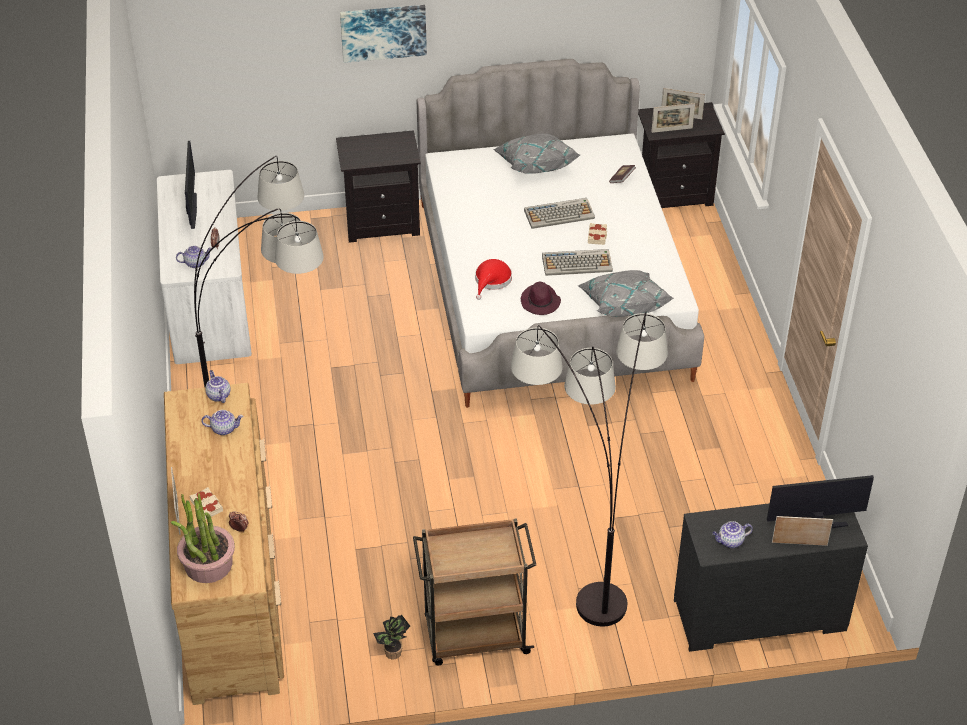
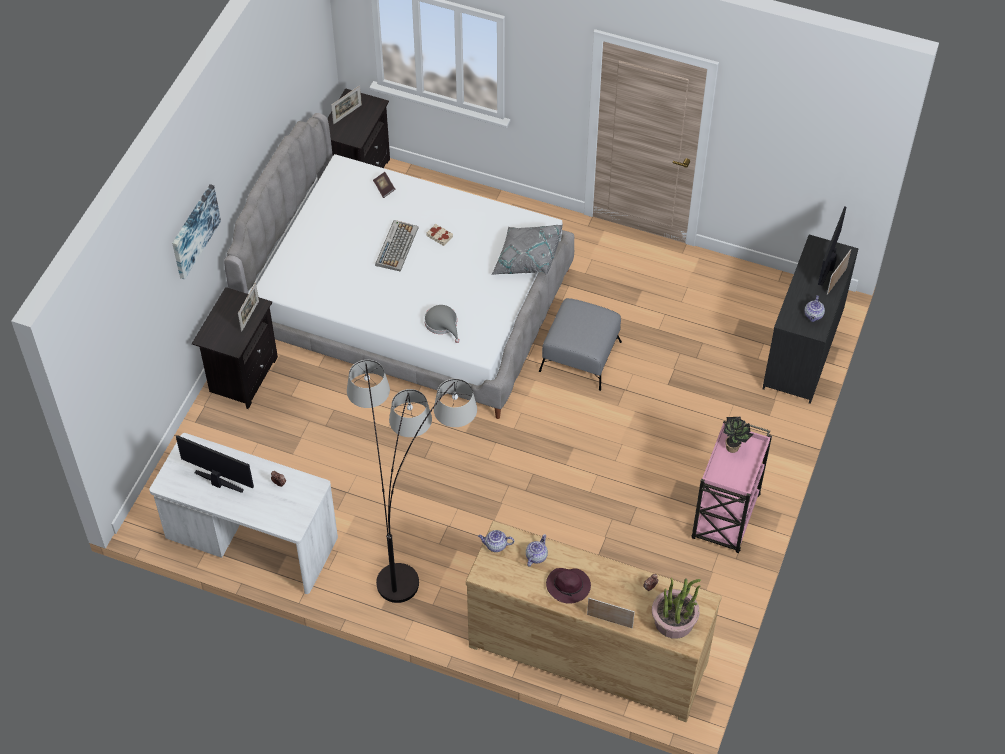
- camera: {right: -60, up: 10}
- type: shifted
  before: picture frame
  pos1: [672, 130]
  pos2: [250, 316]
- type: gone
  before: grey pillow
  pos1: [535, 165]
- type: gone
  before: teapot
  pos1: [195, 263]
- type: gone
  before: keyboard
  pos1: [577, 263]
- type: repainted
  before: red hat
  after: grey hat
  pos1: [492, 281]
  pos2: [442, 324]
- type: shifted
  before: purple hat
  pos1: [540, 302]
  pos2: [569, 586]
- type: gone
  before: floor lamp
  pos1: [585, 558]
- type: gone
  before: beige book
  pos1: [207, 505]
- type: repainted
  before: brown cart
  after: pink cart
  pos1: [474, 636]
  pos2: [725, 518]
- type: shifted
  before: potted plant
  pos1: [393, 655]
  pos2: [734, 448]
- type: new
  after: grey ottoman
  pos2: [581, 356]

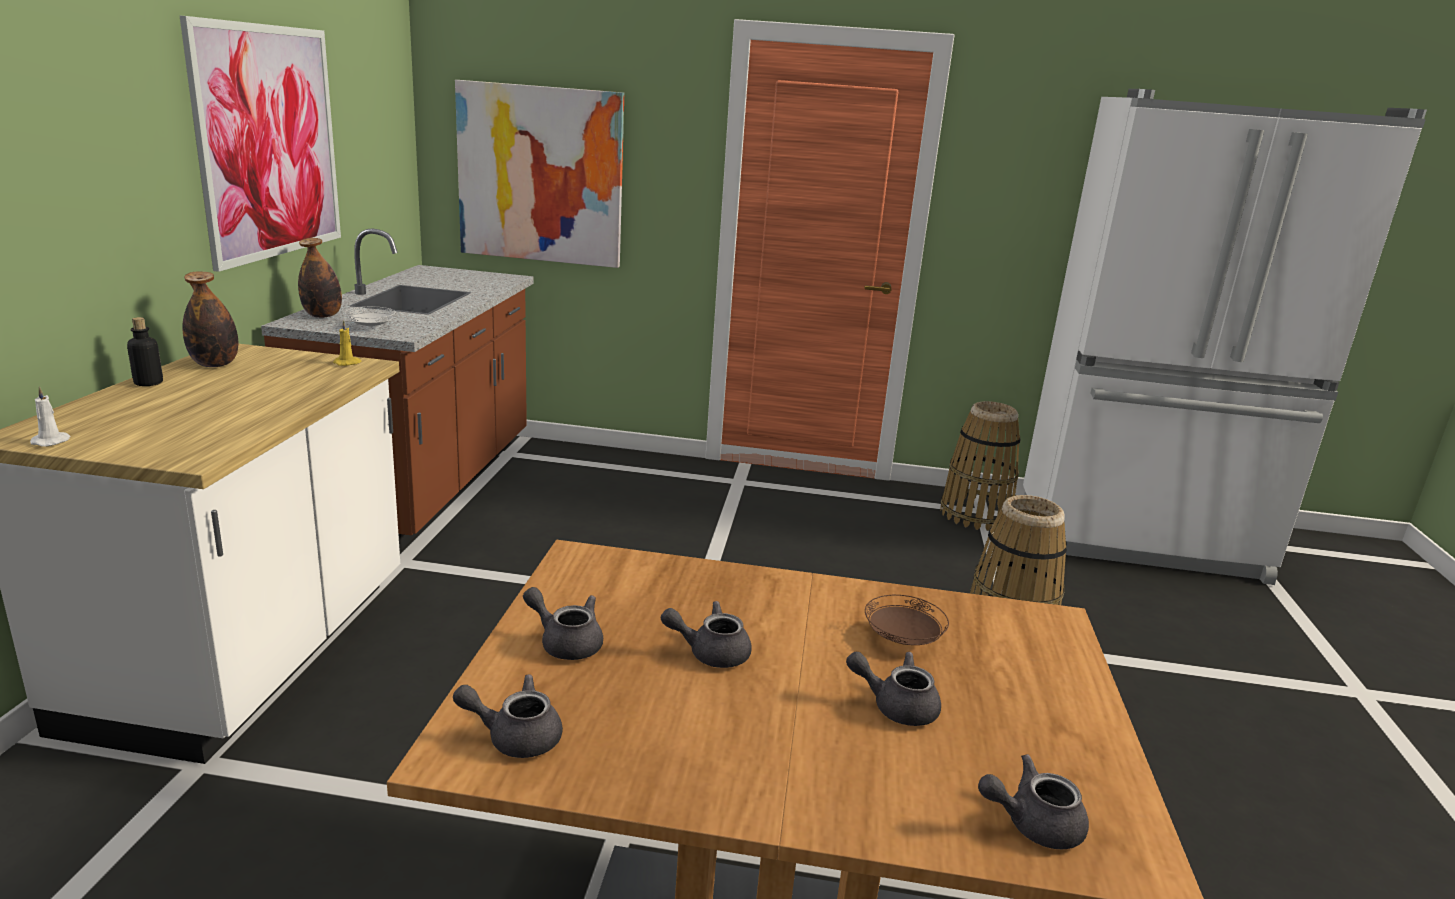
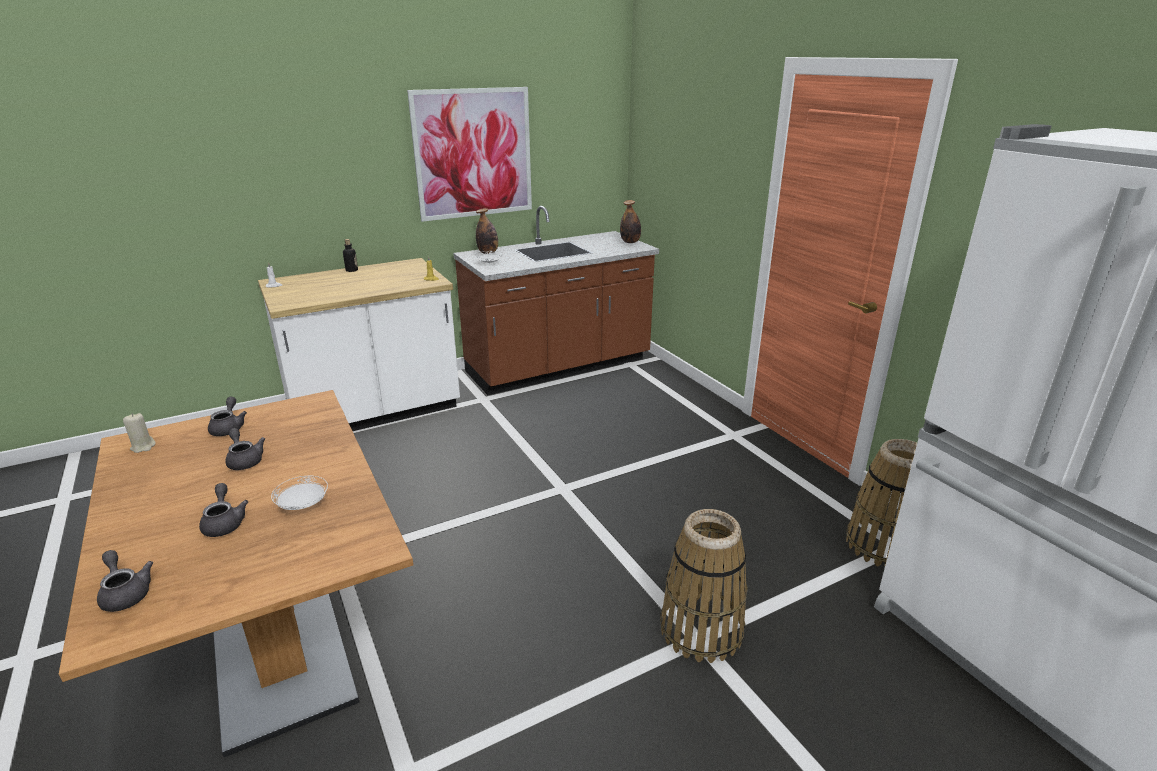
- camera: {right: 55, up: 5}
- type: gone
  before: picture
  pos1: [540, 175]
- type: shifted
  before: bottle
  pos1: [215, 364]
  pos2: [630, 242]
- type: repainted
  before: brown plate
  after: white plate
  pos1: [902, 639]
  pos2: [303, 505]
- type: swapped
  before: grey teapot
  after: beige candle
  pos1: [515, 736]
  pos2: [143, 447]

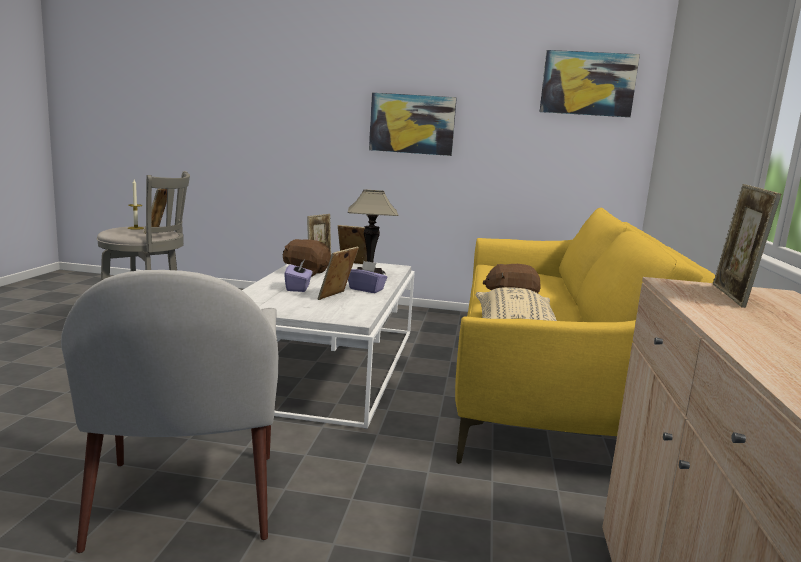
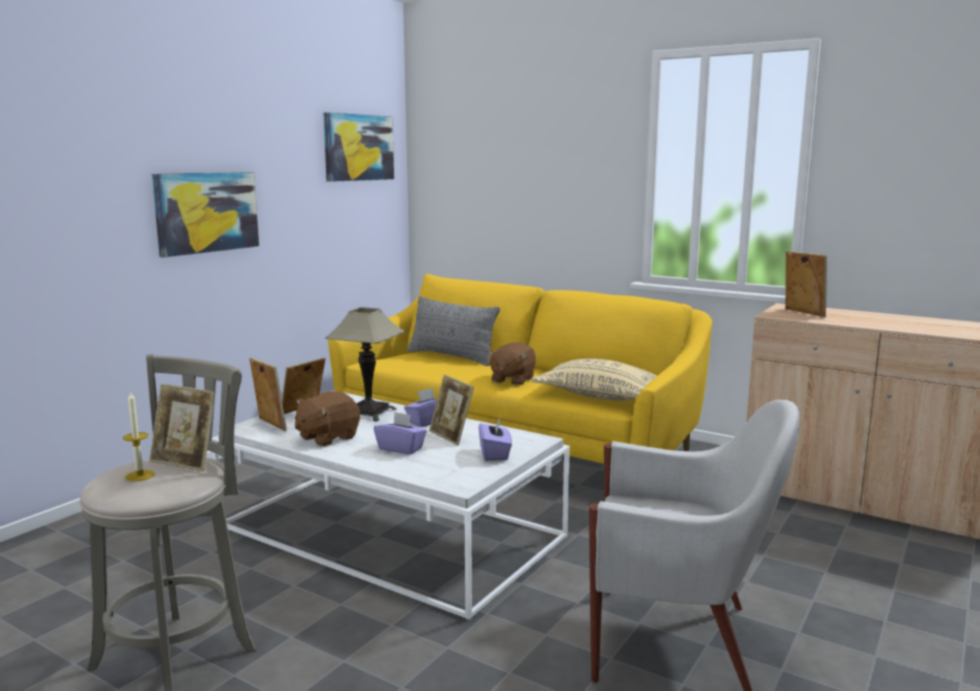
- camera: {right: -65, up: 0}
- type: rotated
  before: picture frame
  pos1: [732, 296]
  pos2: [802, 313]
  turn: -150
- type: new
  after: grey pillow
  pos2: [451, 357]
- type: new
  after: purple tissue box
  pos2: [495, 454]

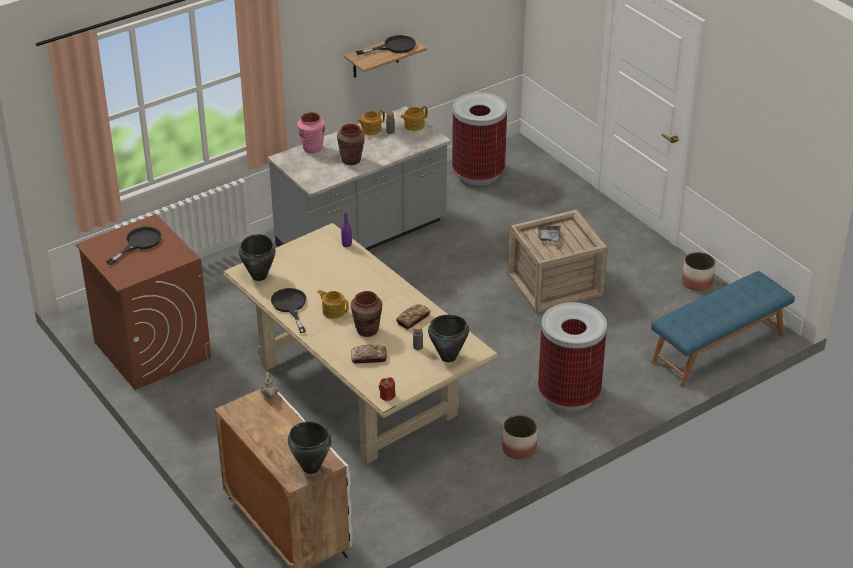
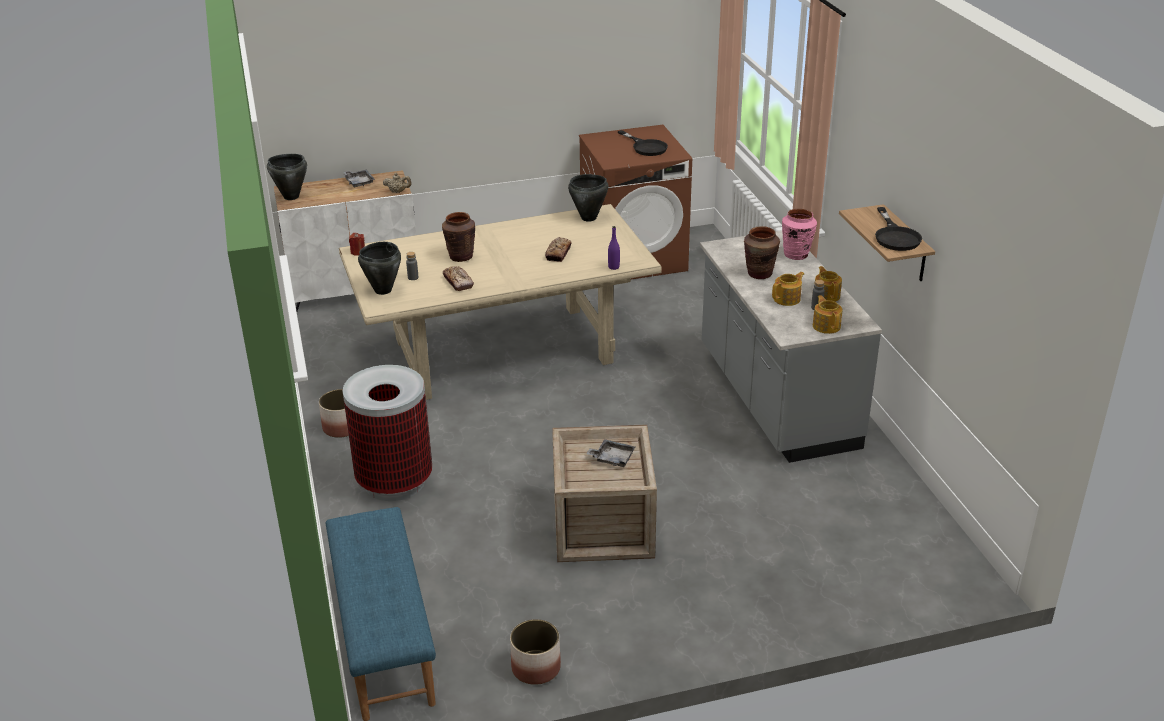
- camera: {right: 110, up: -5}
- type: gone
  before: trash can
  pos1: [478, 173]
- type: gone
  before: black frying pan
  pos1: [290, 306]
- type: shifted
  before: teapot
  pos1: [333, 311]
  pos2: [787, 299]
- type: shifted
  before: bread
  pos1: [368, 357]
  pos2: [558, 253]
- type: new
  after: grey tray
  pos2: [359, 182]

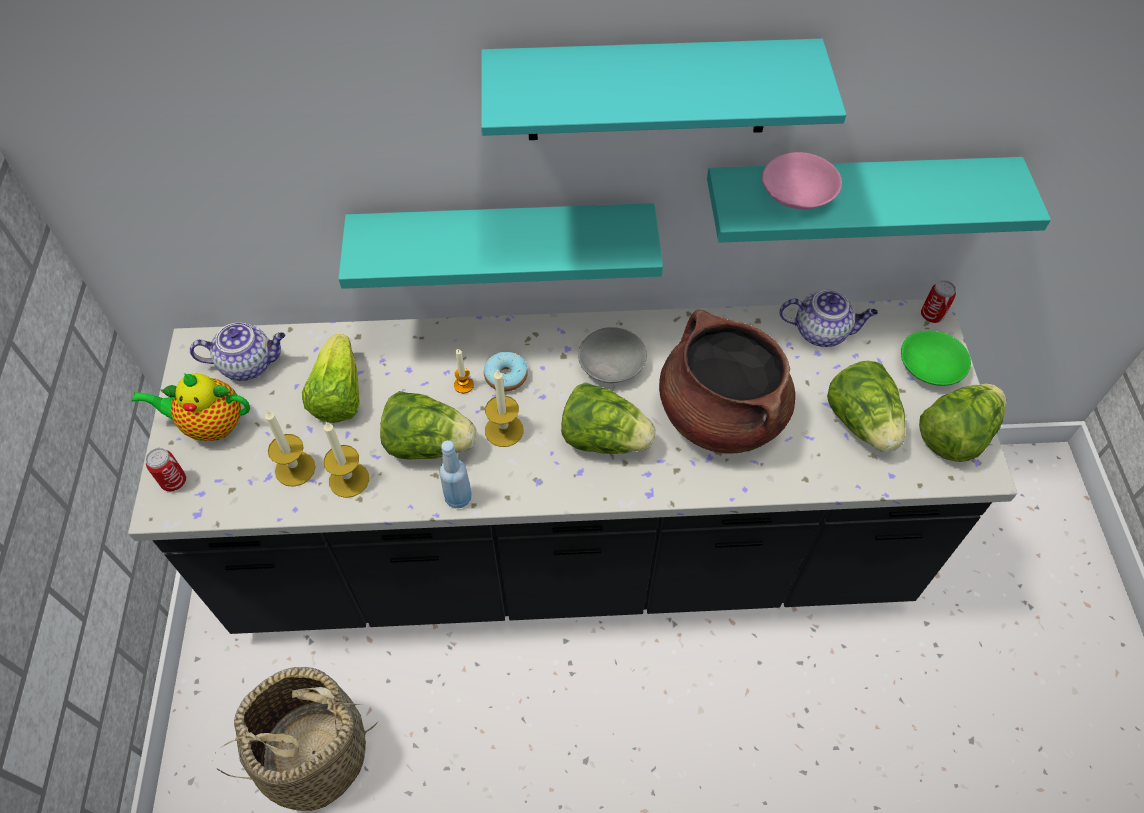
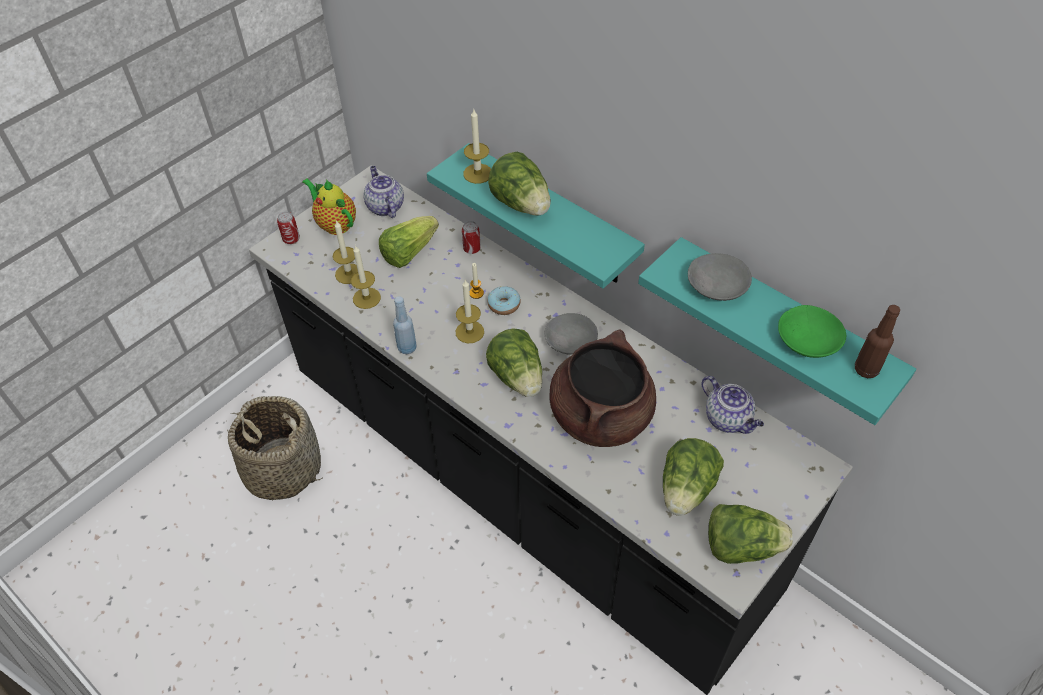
- camera: {right: 45, up: -5}
- type: gone
  before: turquoise shelf
  pos1: [649, 90]
- type: repainted
  before: pink bowl
  after: grey bowl
  pos1: [796, 193]
  pos2: [716, 286]
- type: shifted
  before: can
  pos1: [931, 315]
  pos2: [472, 249]
- type: rotated
  before: teapot
  pos1: [249, 364]
  pos2: [384, 207]
  turn: -150
- type: shifted
  before: green bowl
  pos1: [929, 366]
  pos2: [808, 340]
- type: shifted
  before: lettuce
  pos1: [429, 444]
  pos2: [521, 204]
- type: new
  after: candle
  pos2: [478, 173]
- type: new
  after: brown bottle
  pos2: [866, 370]

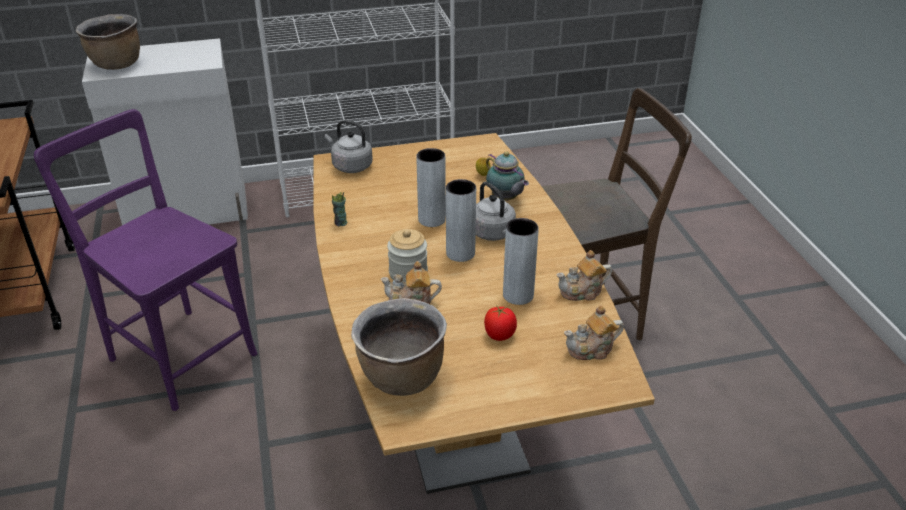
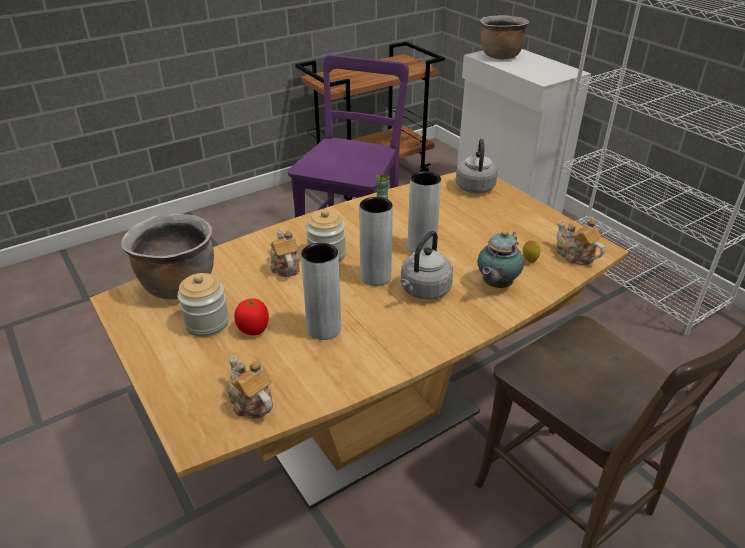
- camera: {right: 70, up: 0}
- type: shifted
  before: teapot
  pos1: [582, 292]
  pos2: [574, 255]
- type: new
  after: jar
  pos2: [207, 323]

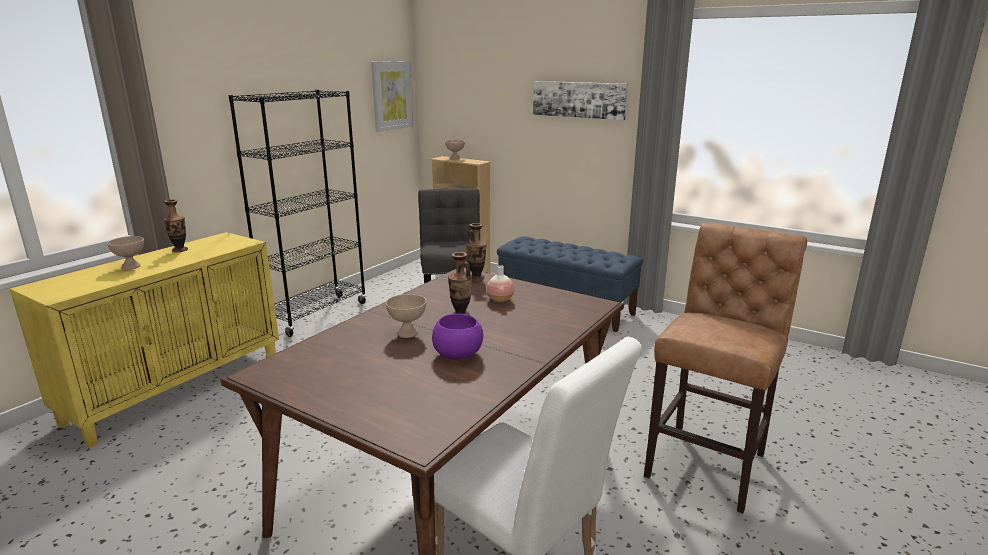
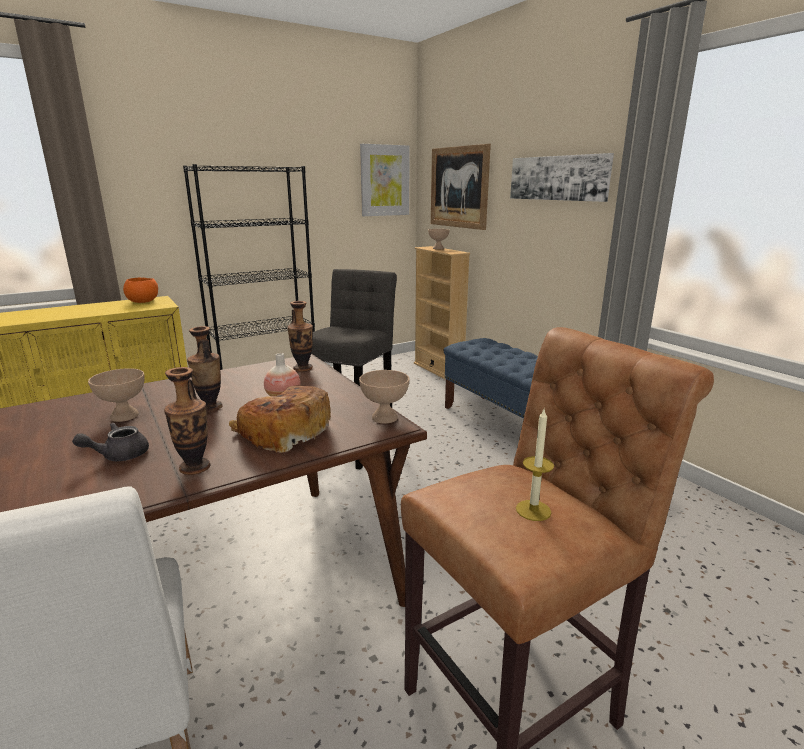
- camera: {right: 25, up: 0}
- type: shifted
  before: vase
  pos1: [180, 250]
  pos2: [195, 468]
- type: shifted
  before: beige bowl
  pos1: [131, 266]
  pos2: [385, 417]
- type: swapped
  before: purple bowl
  after: grey teapot
  pos1: [458, 355]
  pos2: [119, 455]
- type: new
  after: picture
  pos2: [459, 187]
- type: new
  after: orange bowl
  pos2: [143, 302]
- type: new
  after: bread
  pos2: [284, 432]
- type: new
  after: candle
  pos2: [533, 510]

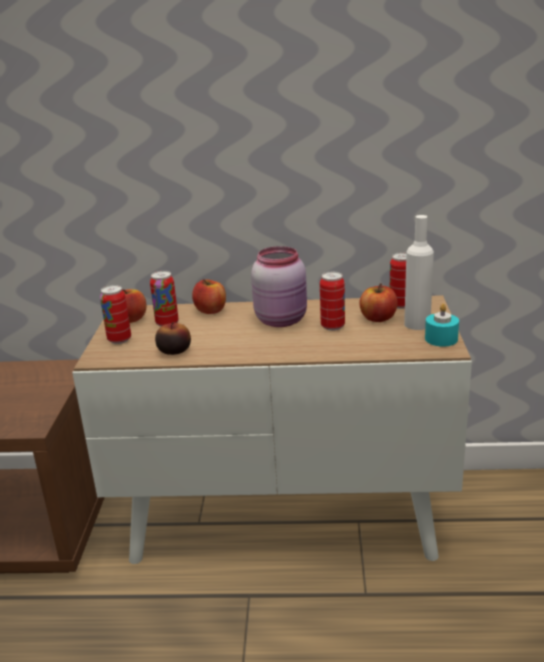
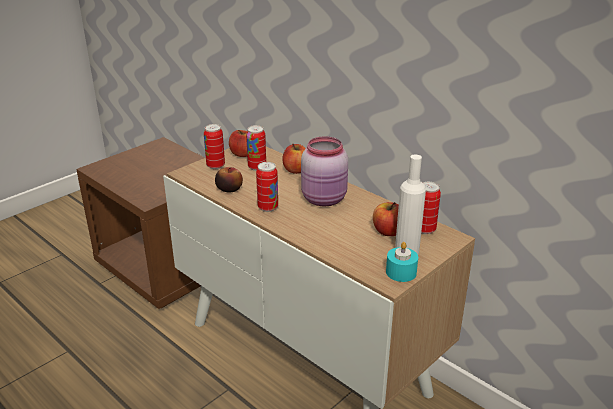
- camera: {right: 40, up: 5}
- type: shifted
  before: can
  pos1: [332, 326]
  pos2: [268, 207]

